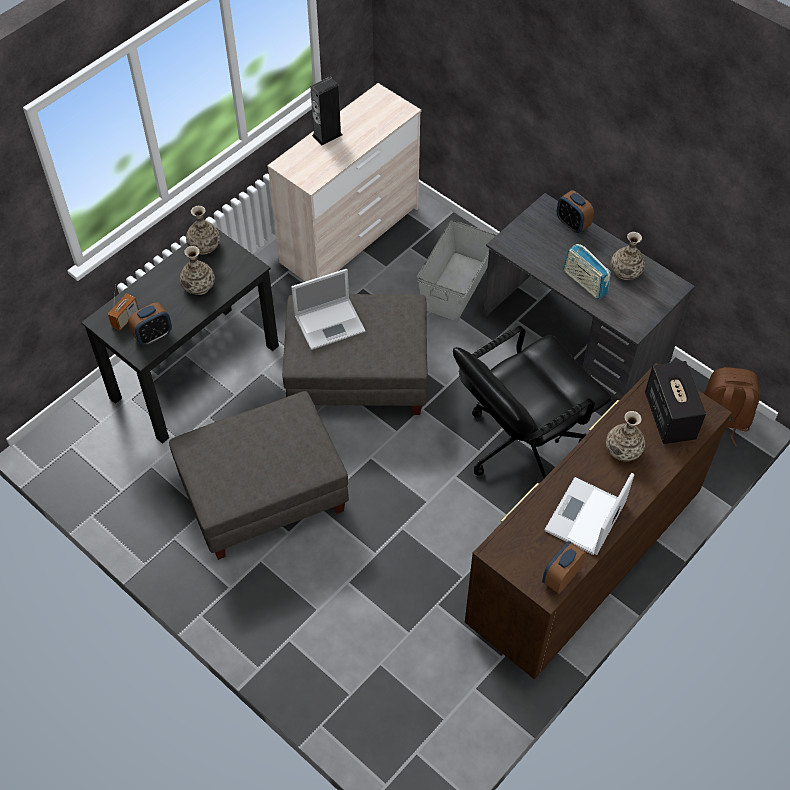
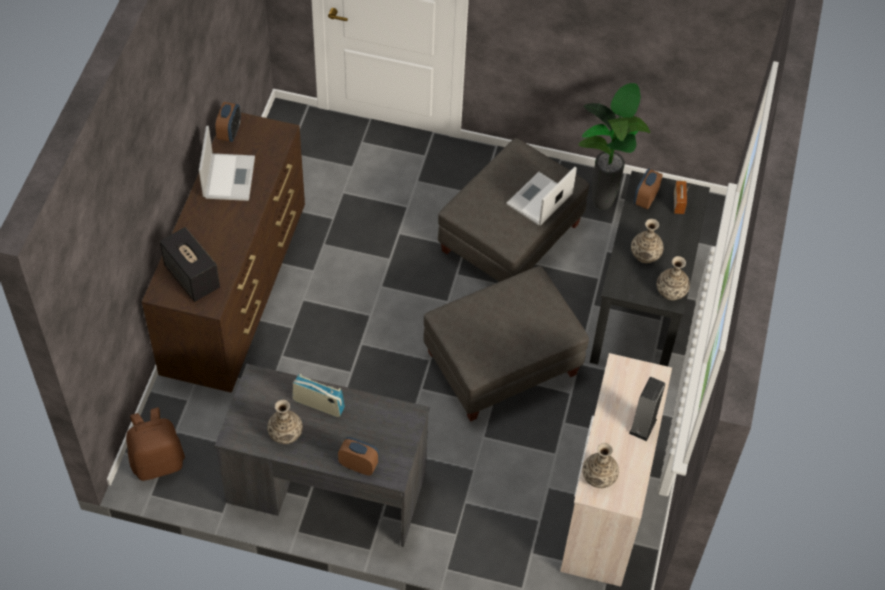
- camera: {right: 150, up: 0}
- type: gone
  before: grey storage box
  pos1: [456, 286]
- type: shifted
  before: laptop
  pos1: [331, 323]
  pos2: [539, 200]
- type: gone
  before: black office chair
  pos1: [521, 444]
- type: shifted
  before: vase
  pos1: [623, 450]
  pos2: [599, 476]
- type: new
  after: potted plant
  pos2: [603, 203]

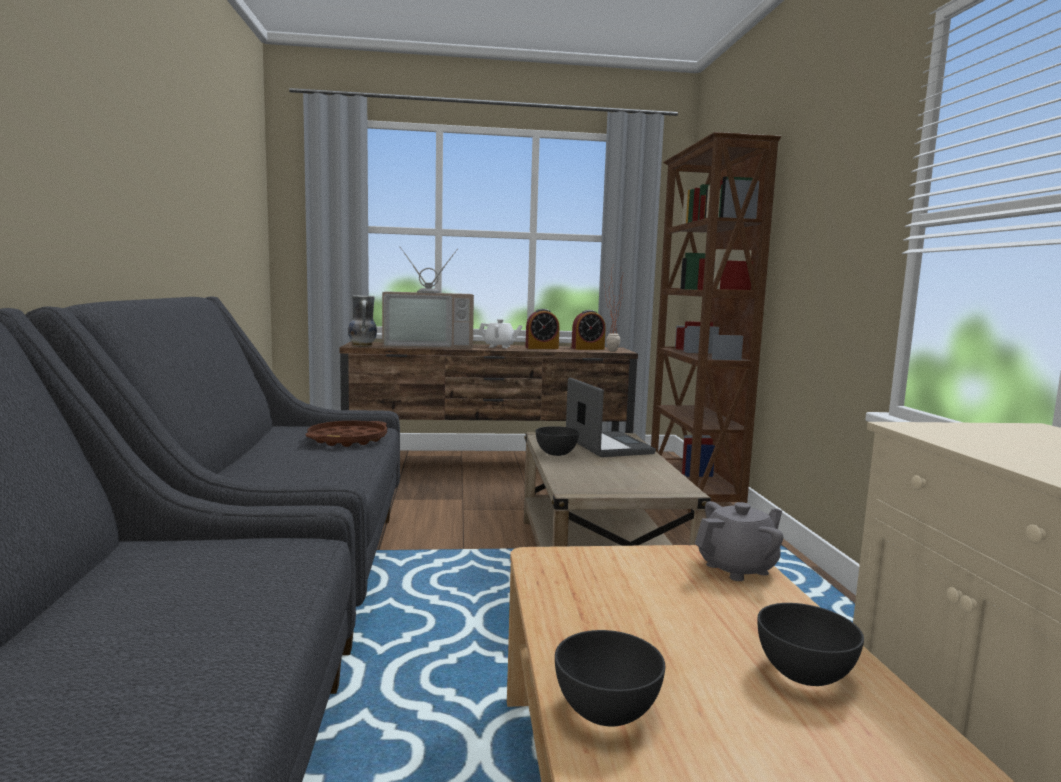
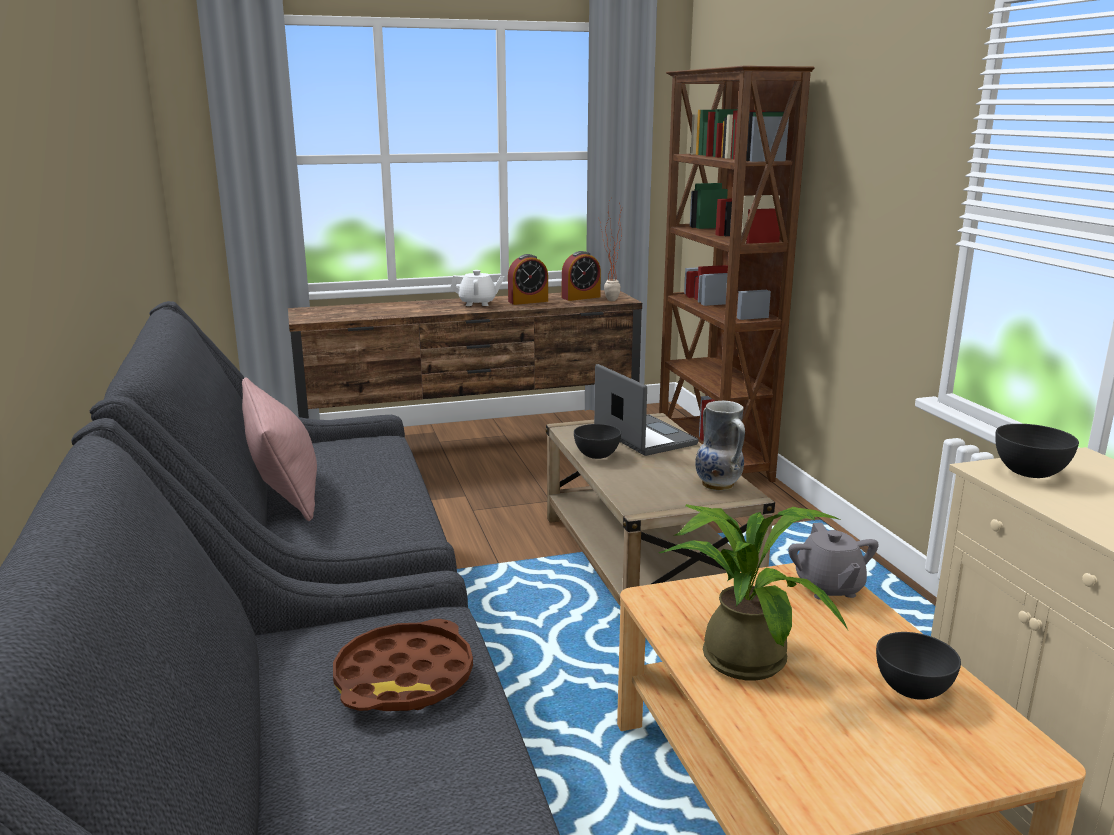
- camera: {right: -10, up: 10}
- type: gone
  before: television
  pos1: [429, 345]
- type: shifted
  before: vase
  pos1: [363, 345]
  pos2: [718, 484]
- type: shifted
  before: brown tray
  pos1: [348, 440]
  pos2: [404, 678]
- type: rotated
  before: grey teapot
  pos1: [738, 568]
  pos2: [828, 588]
  turn: 120
- type: shifted
  before: grey bowl
  pos1: [607, 712]
  pos2: [1030, 473]
- type: new
  after: pink pillow
  pos2: [283, 487]
- type: new
  after: potted plant
  pos2: [739, 653]

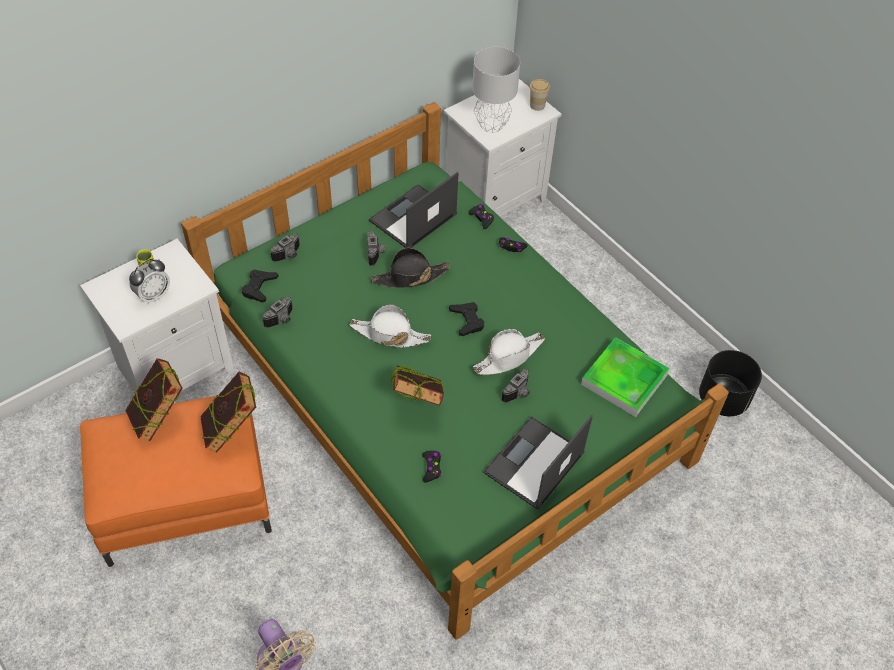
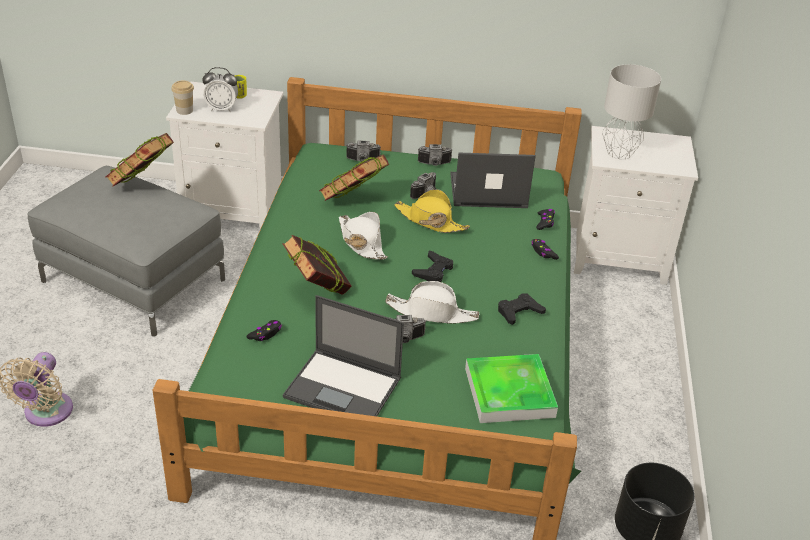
- camera: {right: 45, up: -15}
- type: shifted
  before: cup
  pos1: [537, 105]
  pos2: [184, 110]
- type: repainted
  before: black hat
  after: yellow hat
  pos1: [410, 277]
  pos2: [430, 221]
- type: shifted
  before: black game controller
  pos1: [259, 287]
  pos2: [519, 312]
- type: shifted
  before: photo camera
  pos1: [282, 320]
  pos2: [434, 164]
- type: shifted
  before: book
  pos1: [232, 429]
  pos2: [353, 202]
- type: repainted
  before: orange ottoman
  after: grey ottoman
  pos1: [185, 499]
  pos2: [134, 280]
- type: rotated
  before: laptop
  pos1: [533, 464]
  pos2: [344, 388]
  turn: -150

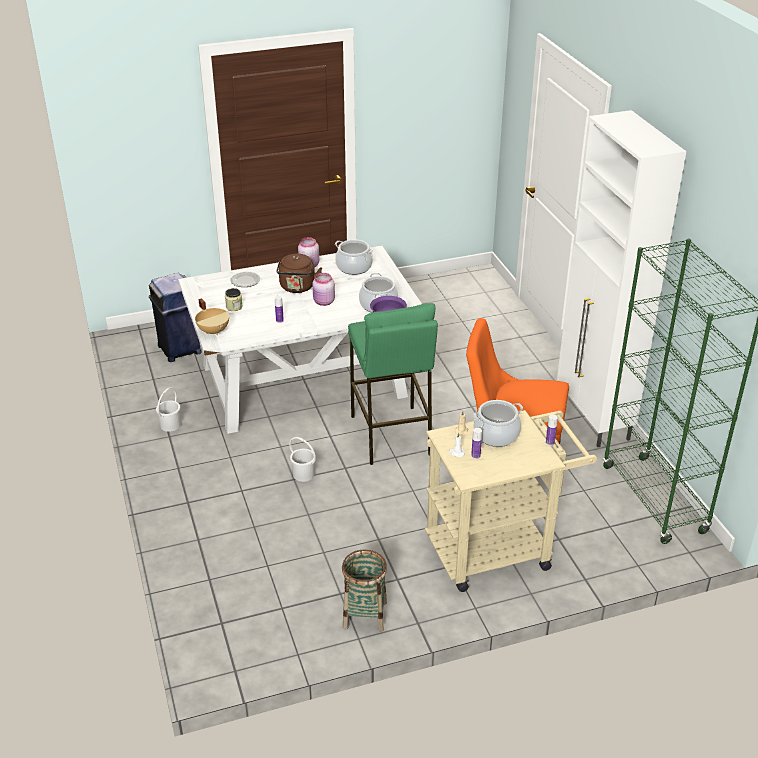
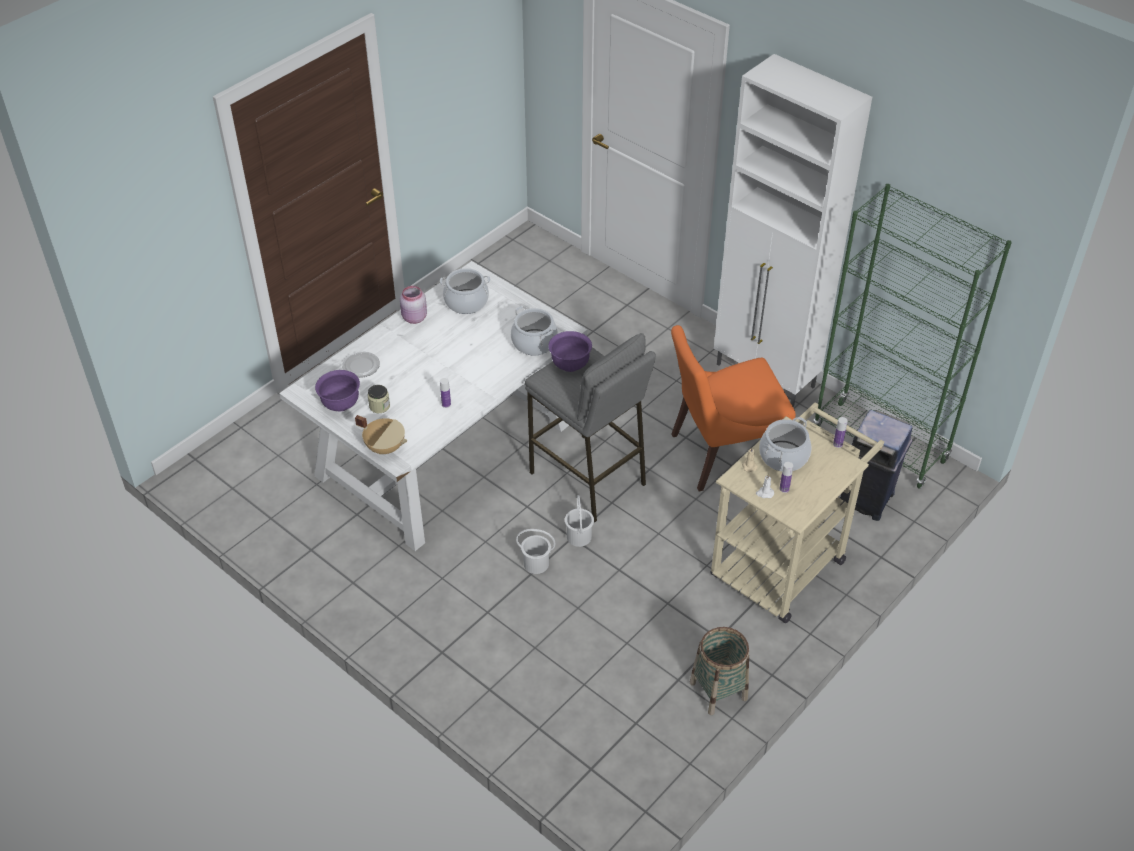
- camera: {right: -30, up: 10}
- type: gone
  before: brown kettle
  pos1: [297, 288]
- type: shifted
  before: blue trash can
  pos1: [179, 350]
  pos2: [867, 499]
- type: gone
  before: pink jar
  pos1: [323, 302]
- type: repainted
  before: green stool
  after: grey stool
  pos1: [391, 435]
  pos2: [588, 478]
- type: shifted
  before: white bucket
  pos1: [170, 425]
  pos2: [578, 537]
- type: new
  after: purple bowl
  pos2: [340, 404]

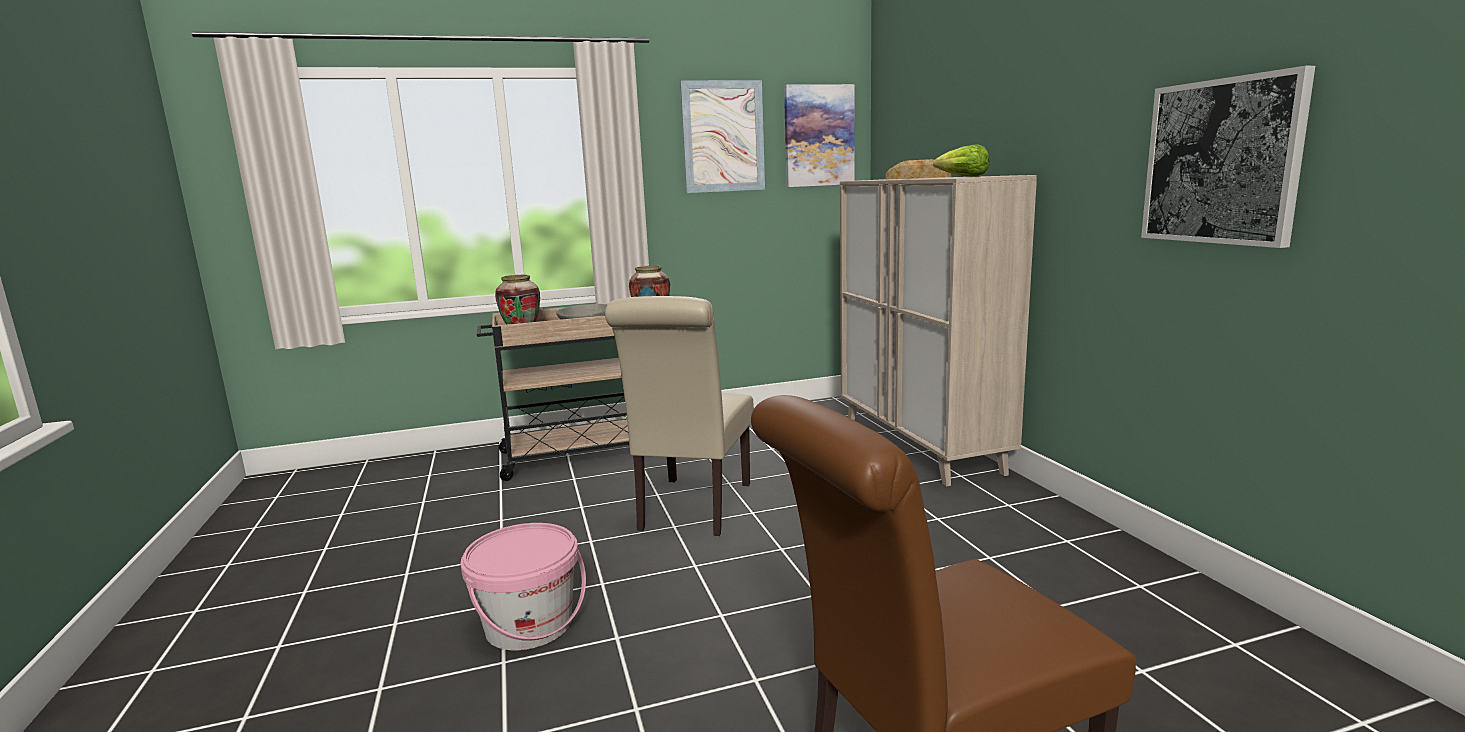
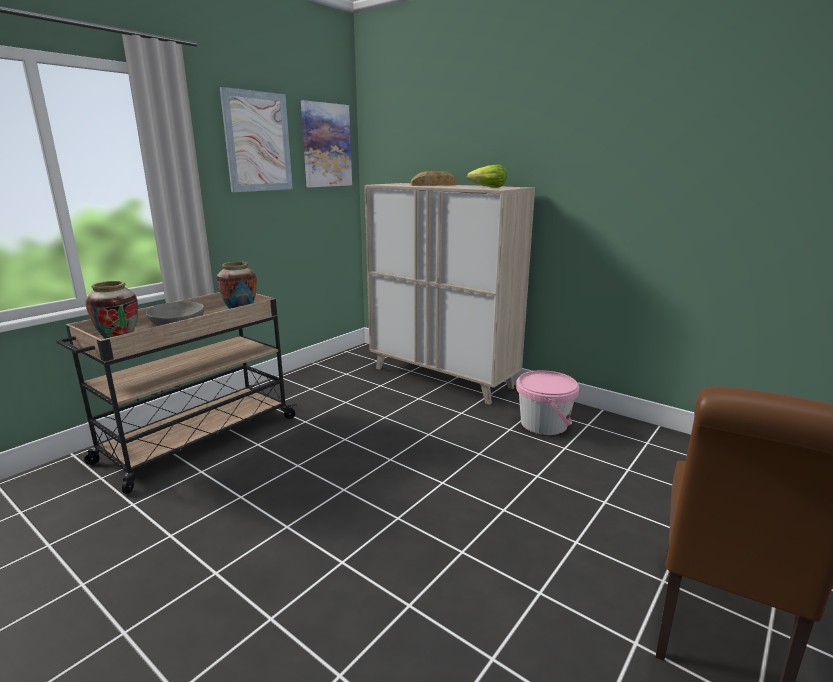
- camera: {right: -35, up: 5}
- type: gone
  before: picture
  pos1: [1222, 162]
- type: gone
  before: beige chair
  pos1: [692, 509]
- type: shifted
  before: pink bucket
  pos1: [529, 625]
  pos2: [544, 424]

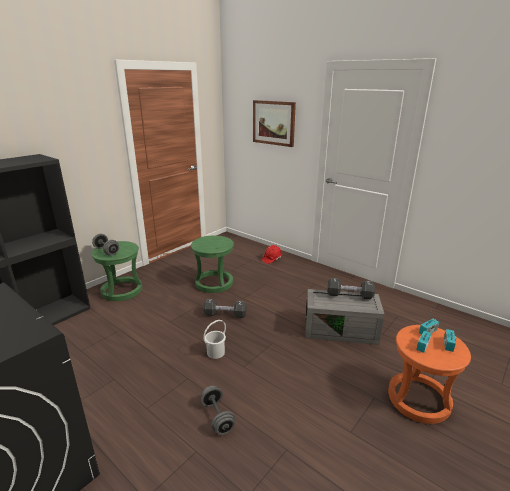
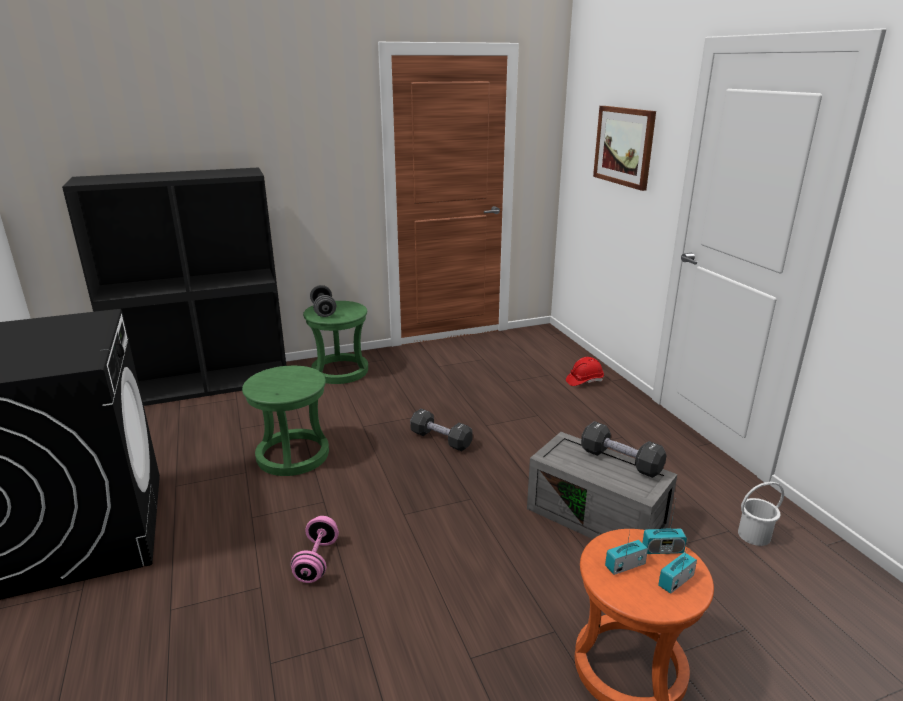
- camera: {right: 30, up: 0}
- type: shifted
  before: green stool
  pos1: [214, 283]
  pos2: [292, 455]
- type: shifted
  before: white bucket
  pos1: [215, 352]
  pos2: [753, 535]
- type: repainted
  before: grey dumbbell
  after: pink dumbbell
  pos1: [217, 417]
  pos2: [317, 561]

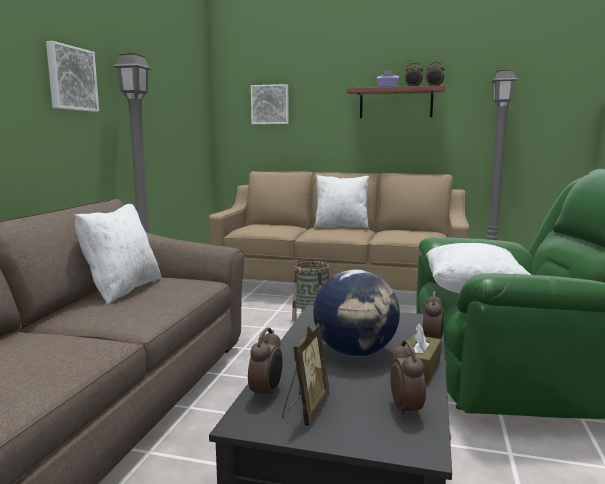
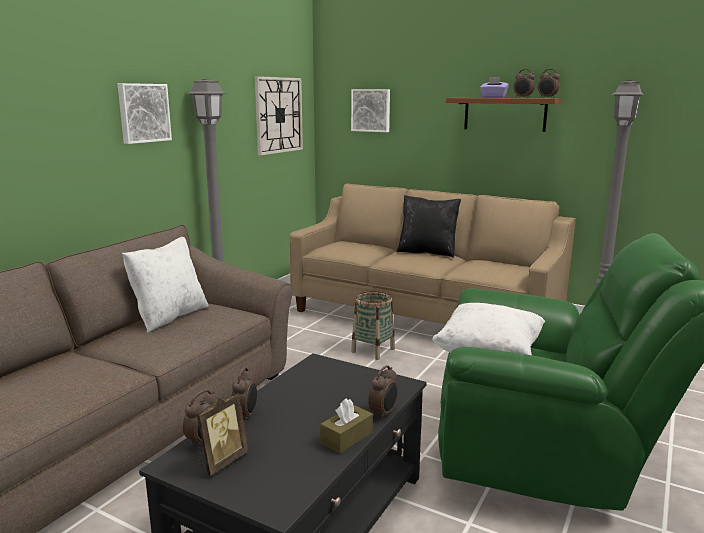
- camera: {right: 15, up: 5}
- type: repainted
  before: white pillow
  after: black pillow
  pos1: [341, 226]
  pos2: [427, 252]
- type: gone
  before: globe
  pos1: [355, 352]
- type: shifted
  before: alarm clock
  pos1: [407, 410]
  pos2: [246, 416]
- type: new
  after: wall clock
  pos2: [279, 115]

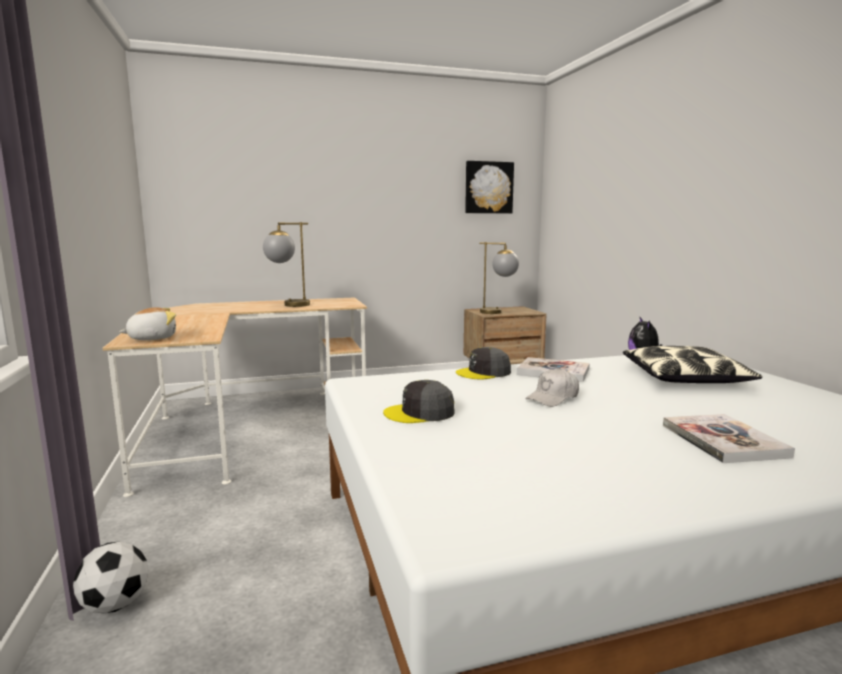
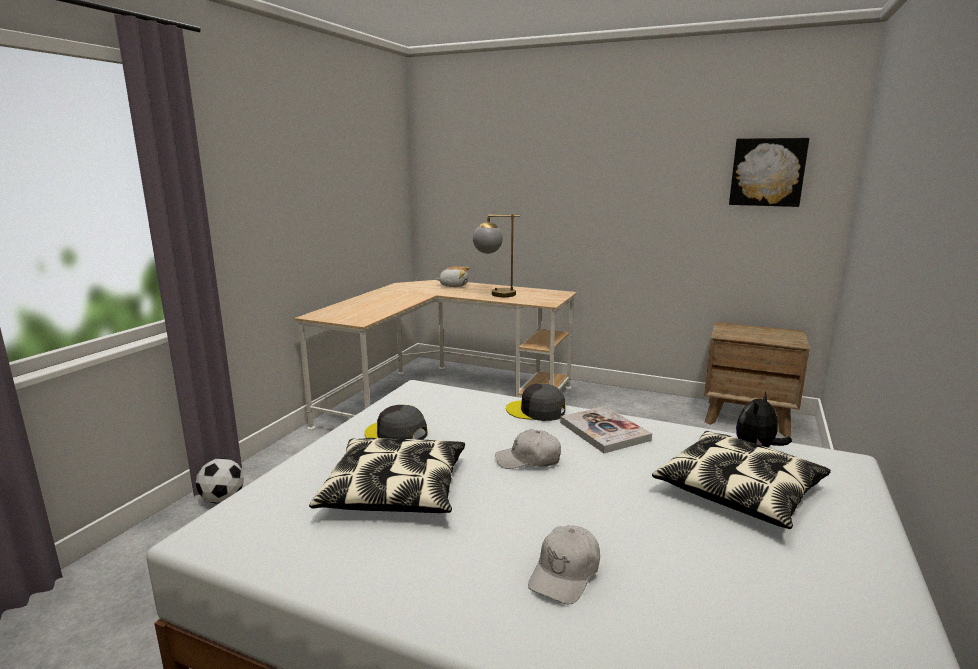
- camera: {right: 40, up: 5}
- type: gone
  before: table lamp
  pos1: [498, 313]
- type: shifted
  before: plush toy
  pos1: [152, 338]
  pos2: [454, 286]
- type: swapped
  before: book
  after: white cap
  pos1: [723, 441]
  pos2: [565, 573]
- type: new
  after: pillow
  pos2: [395, 490]

